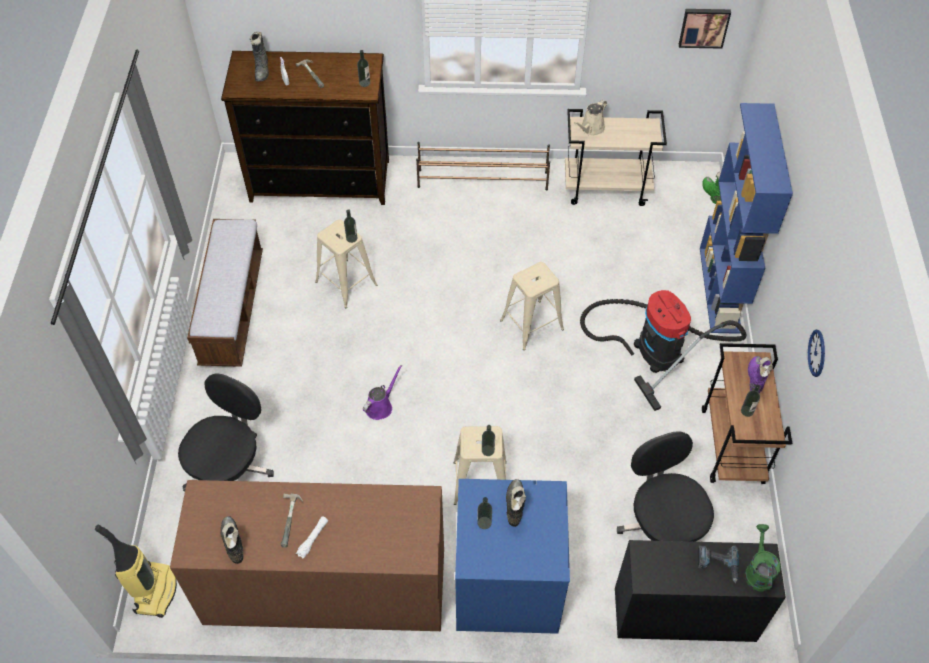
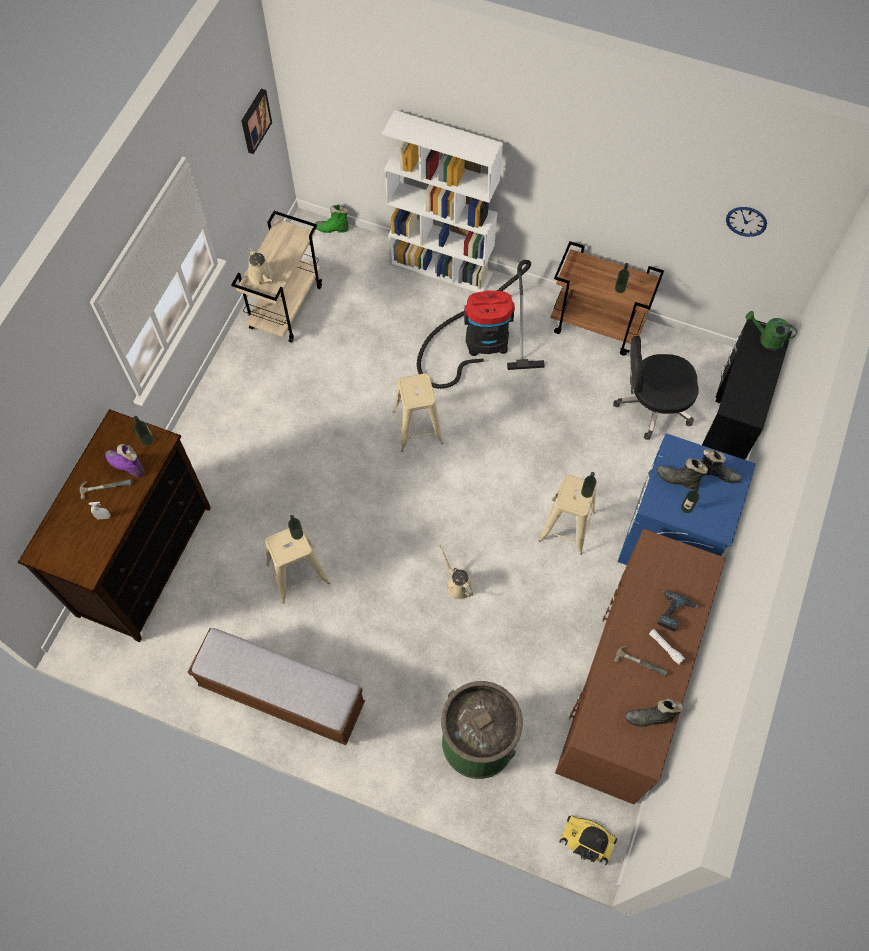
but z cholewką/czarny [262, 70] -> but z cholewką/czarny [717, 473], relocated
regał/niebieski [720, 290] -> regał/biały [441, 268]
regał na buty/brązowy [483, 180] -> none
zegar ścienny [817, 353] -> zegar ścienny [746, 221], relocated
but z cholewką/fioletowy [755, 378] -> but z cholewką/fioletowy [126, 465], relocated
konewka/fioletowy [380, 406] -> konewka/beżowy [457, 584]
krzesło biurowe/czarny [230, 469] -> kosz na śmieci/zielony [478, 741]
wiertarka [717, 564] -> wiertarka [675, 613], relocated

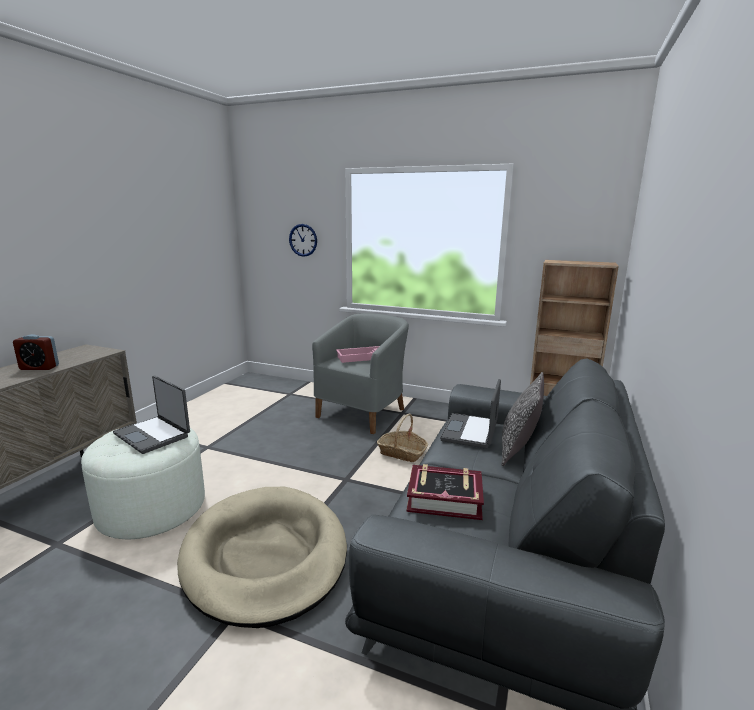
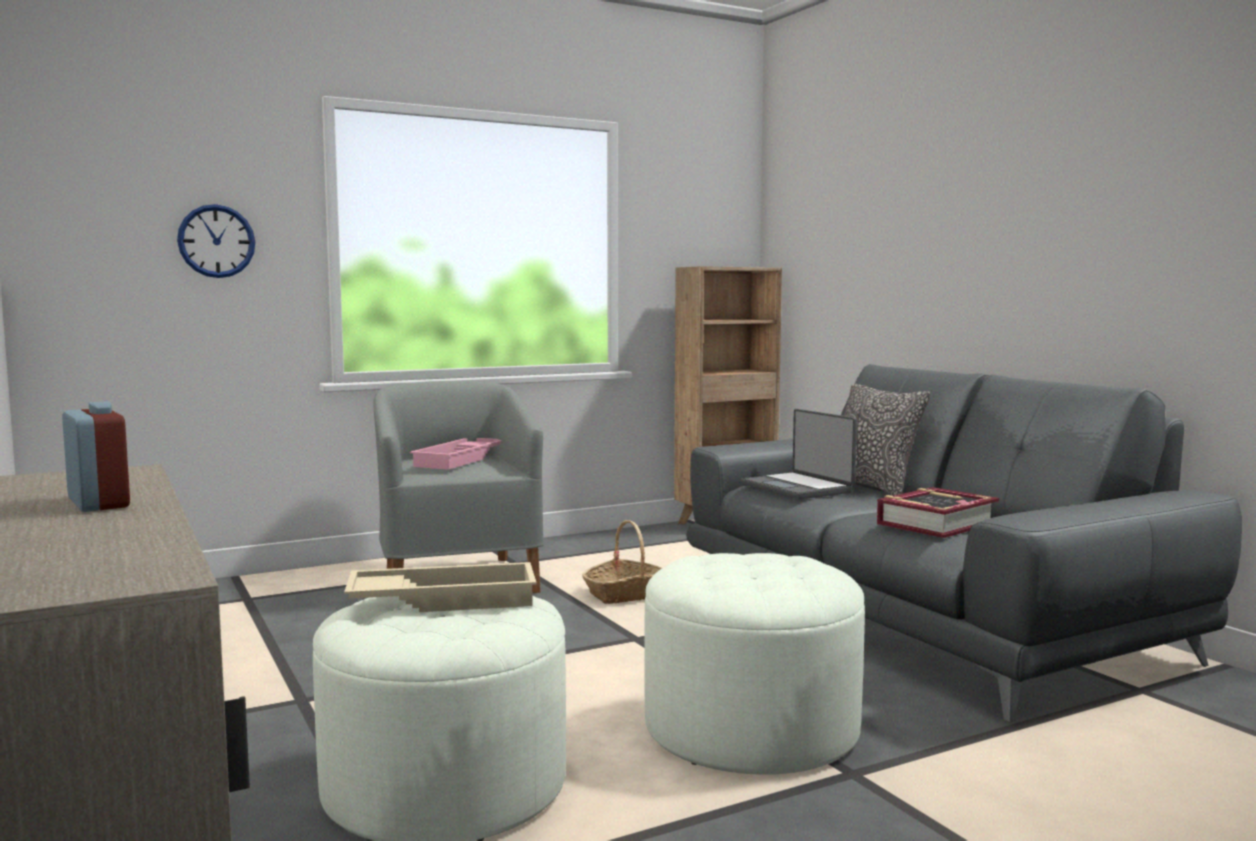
budzik [39, 367] -> budzik [98, 503], 75 degrees counterclockwise
laptop [153, 435] -> taca/beżowy [444, 599]
legowisko/beżowy [265, 556] -> pufa/biały [751, 728]

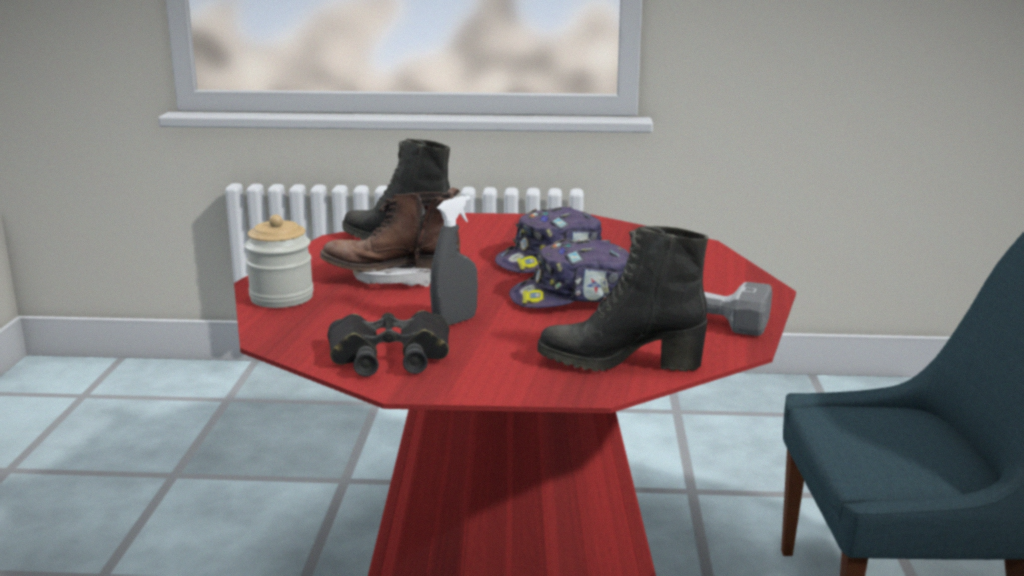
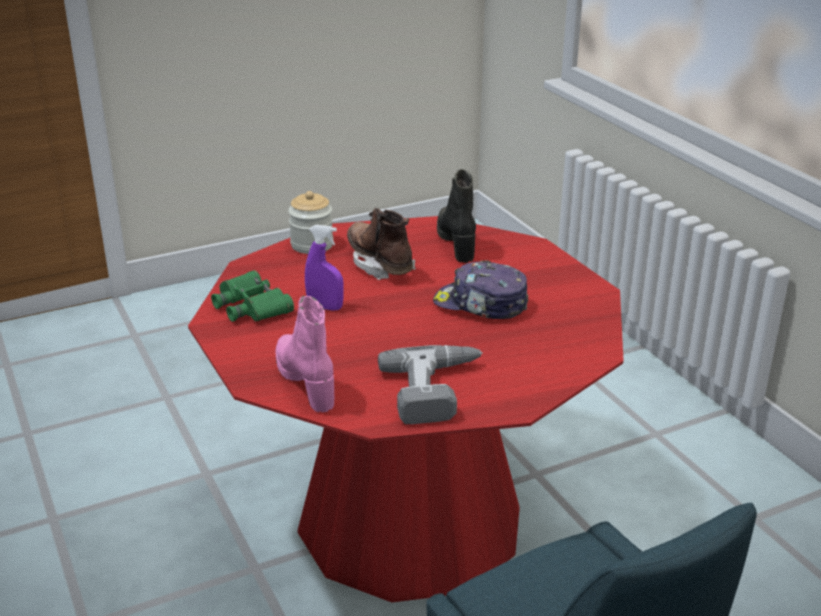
spryskiwacz/szary [455, 321] -> spryskiwacz/fioletowy [325, 307]
but z cholewką/czarny [620, 362] -> but z cholewką/różowy [307, 381]
czapka z daszkiem [573, 297] -> none
lornetka/czarny [390, 356] -> lornetka/zielony [251, 306]

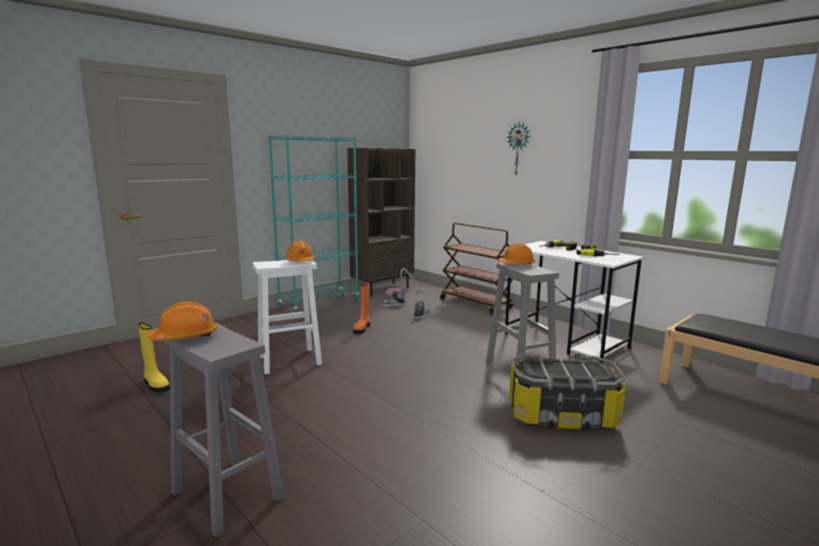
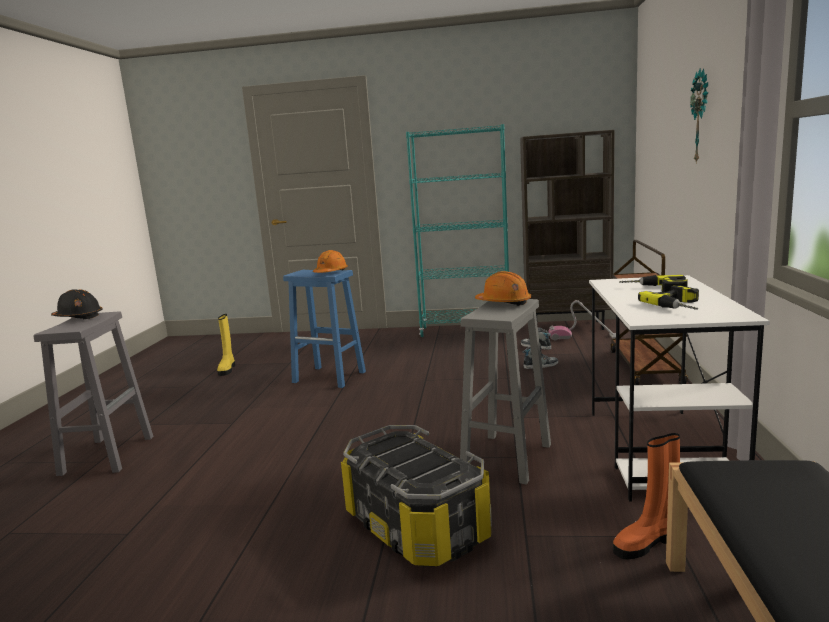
stołek/biały [290, 360] -> stołek/niebieski [330, 377]
but z cholewką/pomarańczowy [362, 328] -> but z cholewką/pomarańczowy [646, 543], relocated
kask/pomarańczowy [185, 337] -> kask/czarny [78, 317]

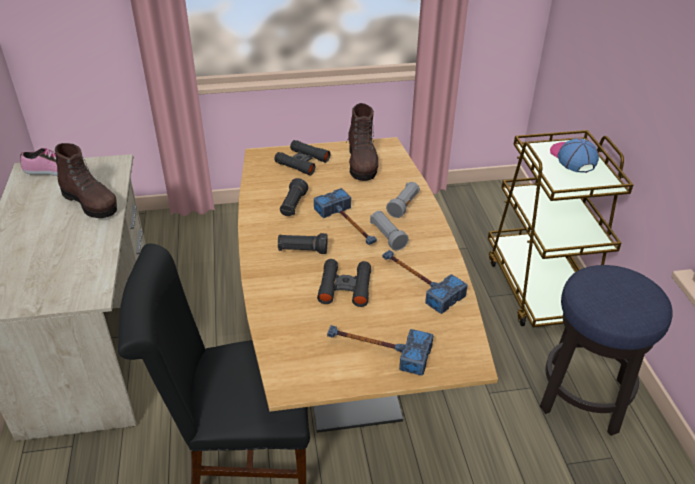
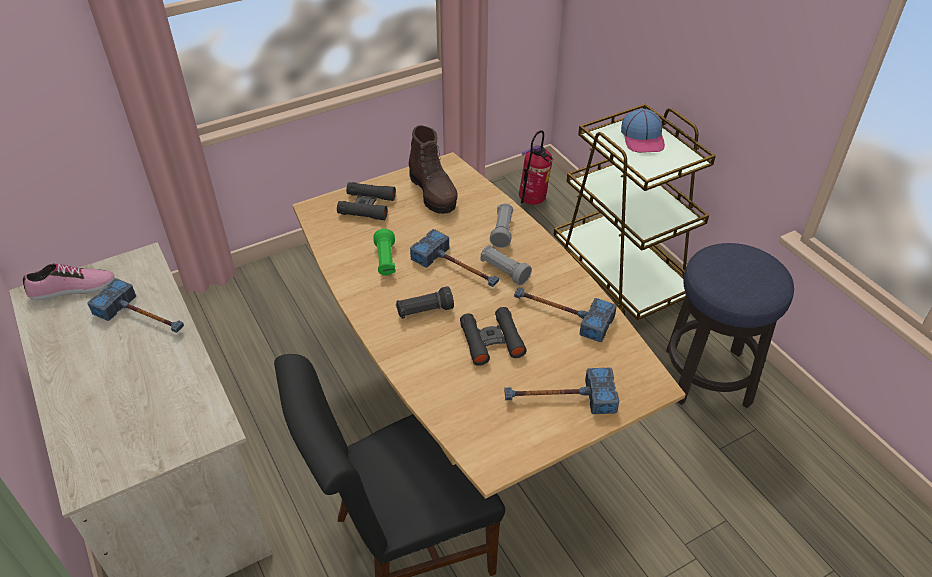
czapka z daszkiem [572, 158] -> czapka z daszkiem [642, 138], 150 degrees counterclockwise
but z cholewką/brązowy [91, 203] -> młotek [143, 317]
latarka/czarny [293, 205] -> latarka/zielony [385, 261]
none -> gaśnica [532, 201]

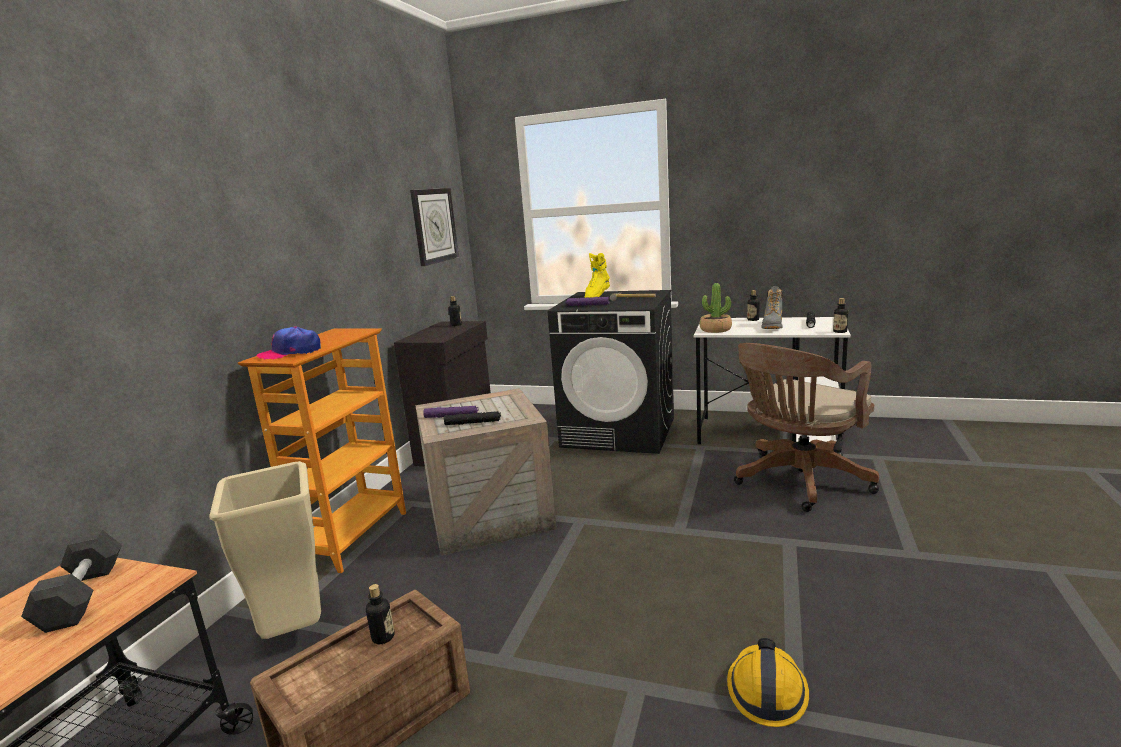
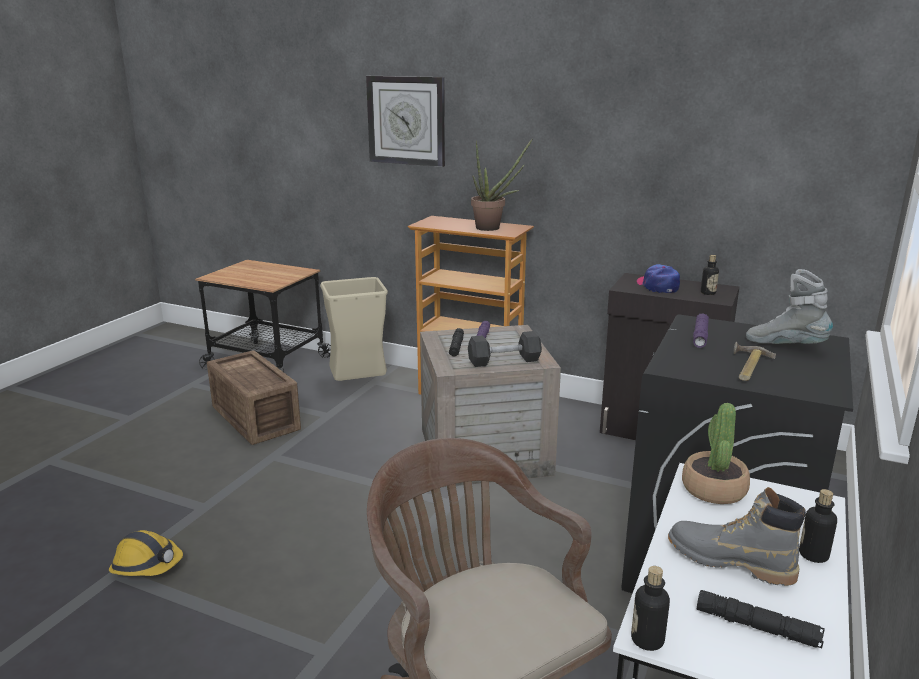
zegar ścienny [434, 226] -> zegar ścienny [406, 120], relocated
but z cholewką/żółty [596, 296] -> but z cholewką/szary [785, 346]
czapka z daszkiem [290, 353] -> czapka z daszkiem [658, 286], relocated
hantel/szary [82, 596] -> hantel/szary [504, 361], relocated
butelka [383, 637] -> none
none -> roślina doniczkowa [493, 228]

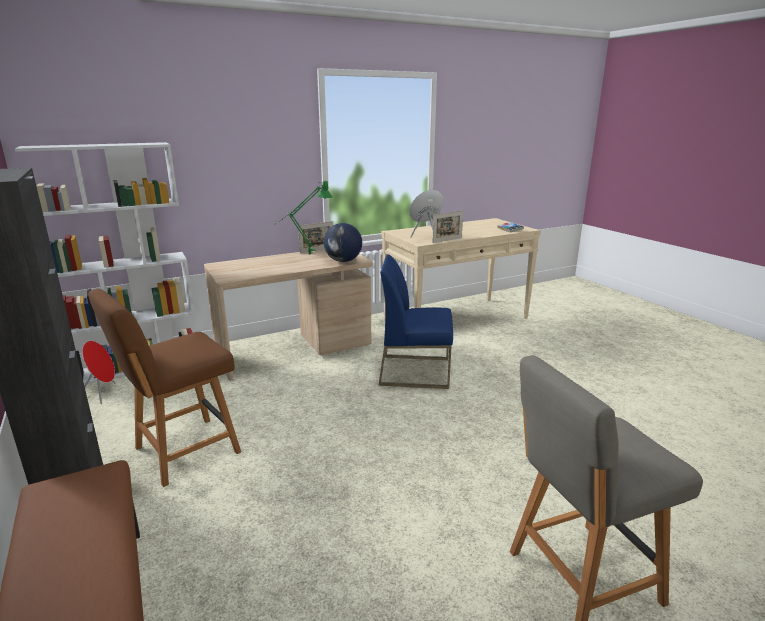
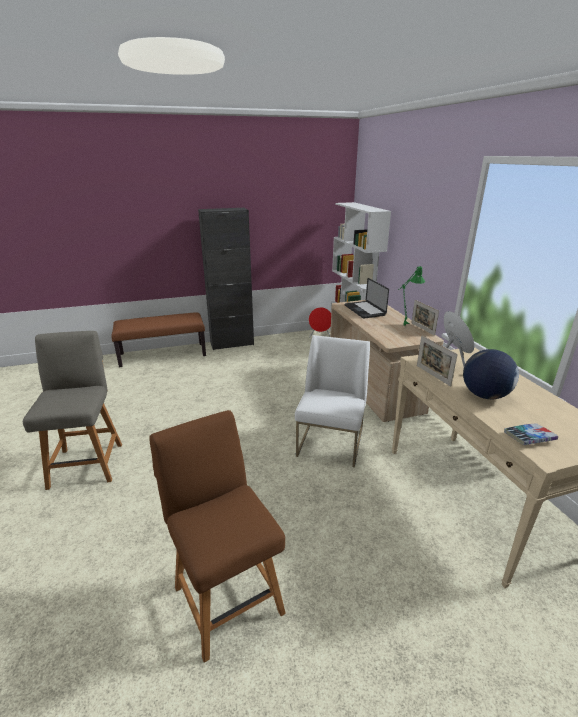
globus [343, 261] -> globus [484, 395], relocated
krzesło/niebieski [415, 371] -> krzesło/biały [331, 443]
krzesło/brązowy [183, 451] -> krzesło/brązowy [226, 596], relocated
none -> laptop [364, 310]

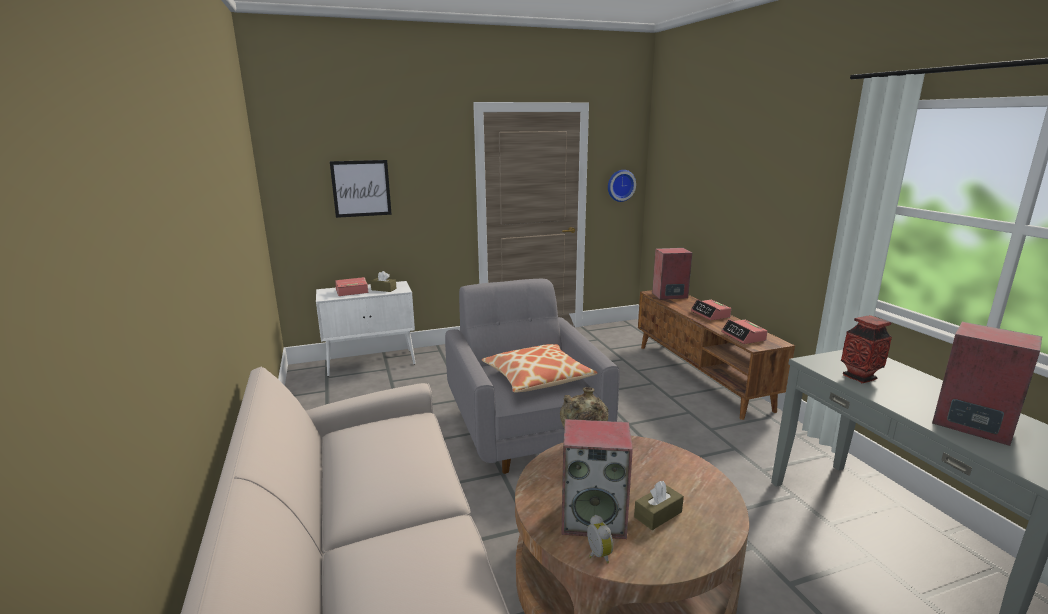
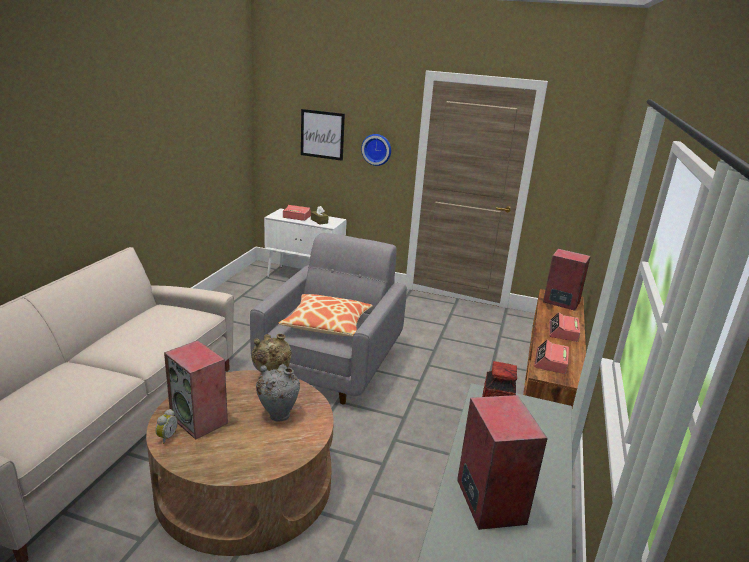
zegar ścienny [620, 185] -> zegar ścienny [377, 149], relocated
pudełko chusteczek/brązowy [658, 514] -> none
none -> wazon/szary [278, 415]

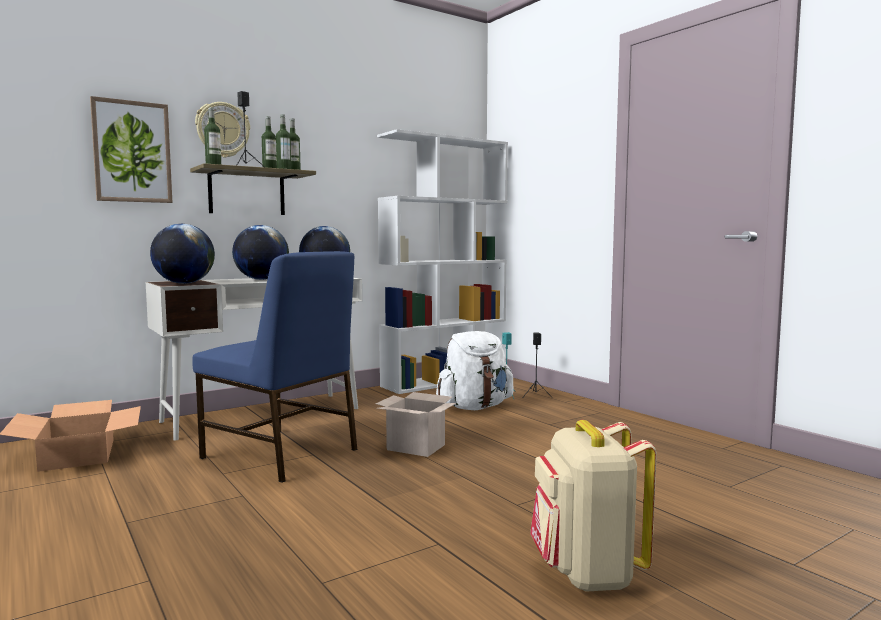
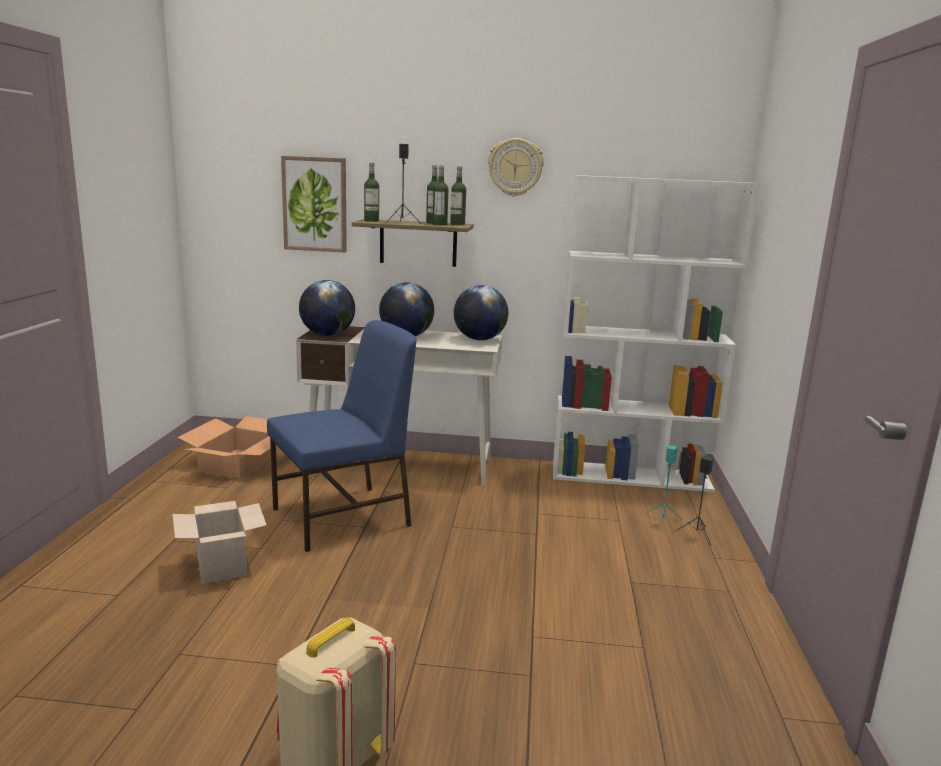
zegar ścienny [222, 130] -> zegar ścienny [515, 167], relocated
krzesło/niebieski [281, 454] -> krzesło/niebieski [344, 517], 105 degrees counterclockwise
plecak/biały [474, 407] -> none
karton [417, 447] -> karton [223, 567], relocated

